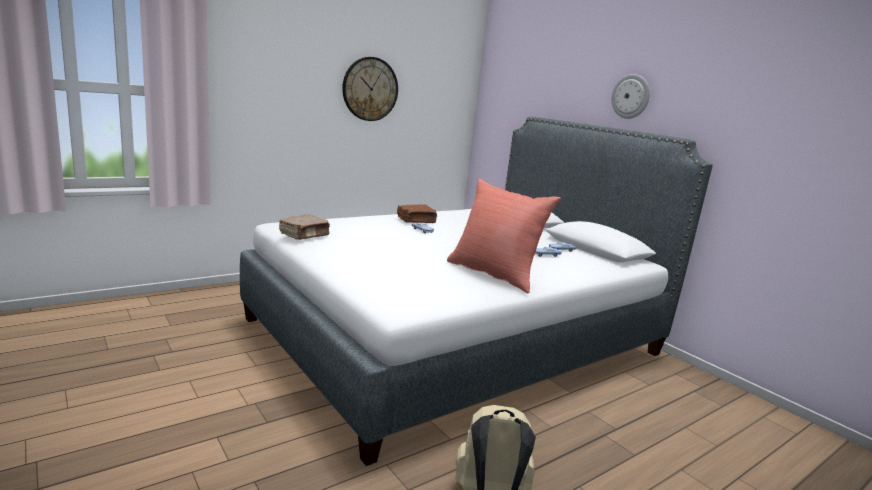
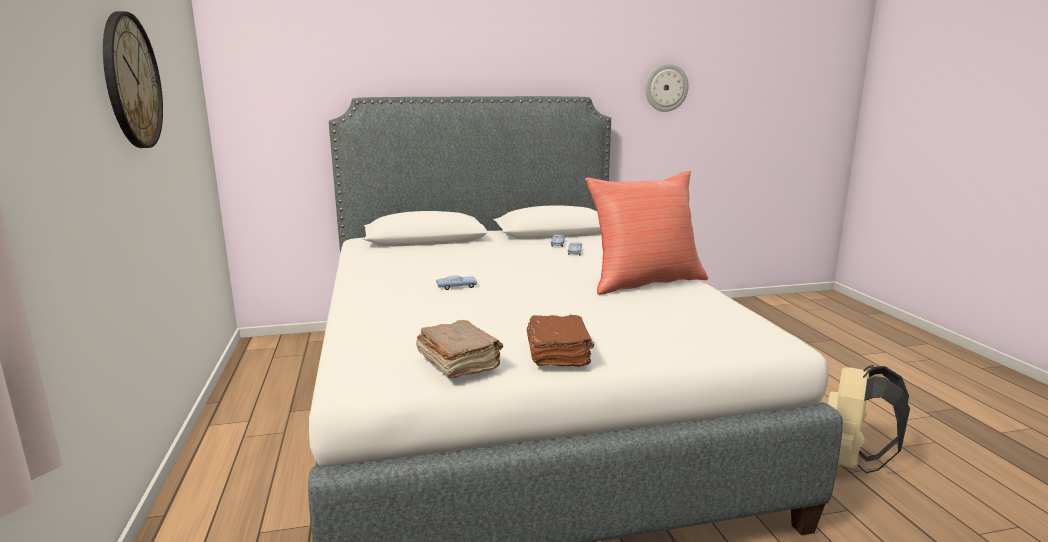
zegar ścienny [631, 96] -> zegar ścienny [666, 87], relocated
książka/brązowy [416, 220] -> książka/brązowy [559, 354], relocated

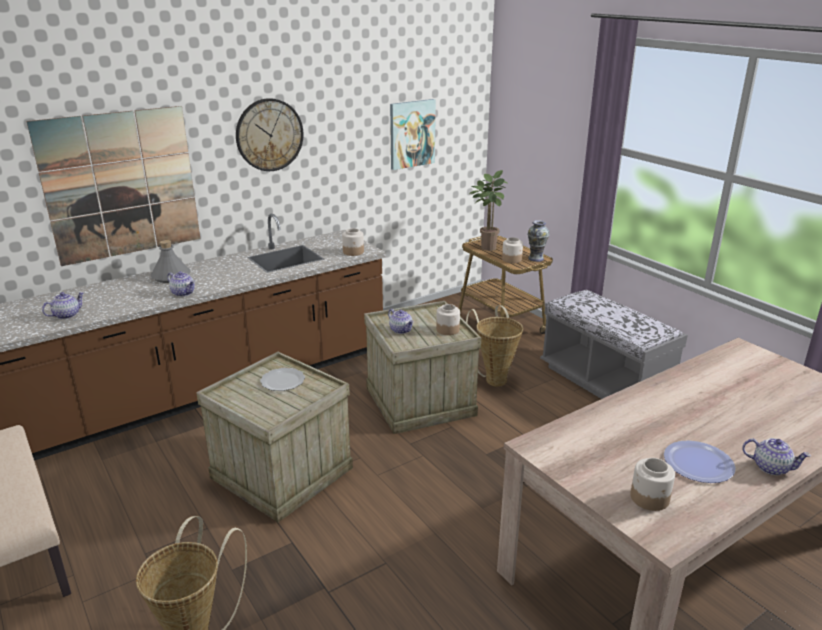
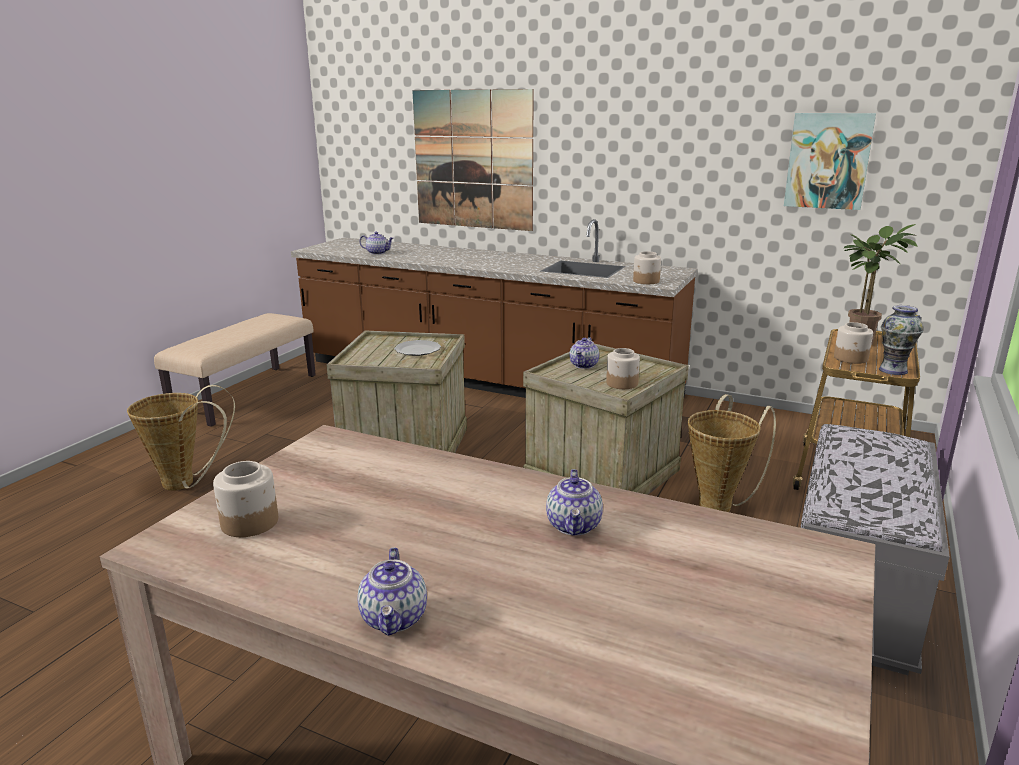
zegar ścienny [269, 135] -> none
butelka/szary [171, 277] -> none
imbryk [183, 293] -> imbryk [574, 526], relocated
talerz [698, 463] -> none

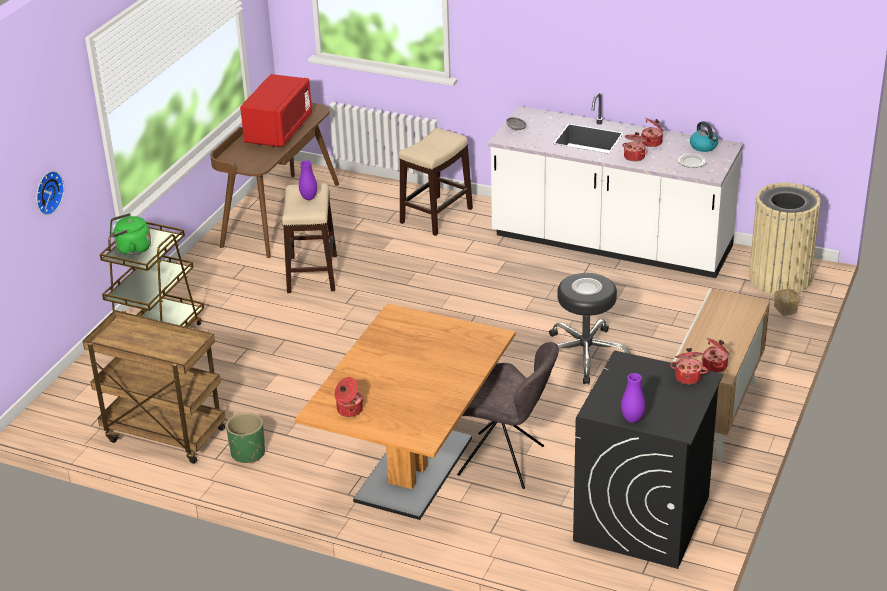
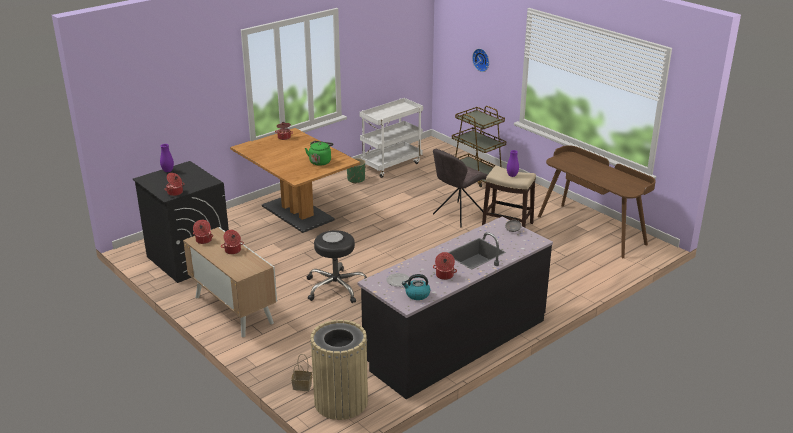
mikrofalówka/czerwony [279, 131] -> none
zabudowa kuchenna/biały [611, 243] -> zabudowa kuchenna/czarny [455, 342]
stołek [436, 215] -> none
garnek [634, 156] -> garnek [233, 251], relocated
czajnik/zielony [131, 249] -> czajnik/zielony [320, 161], relocated
wózek/brązowy [163, 435] -> wózek/biały [391, 165]
krzesło/szary [504, 461] -> krzesło/szary [457, 215], relocated

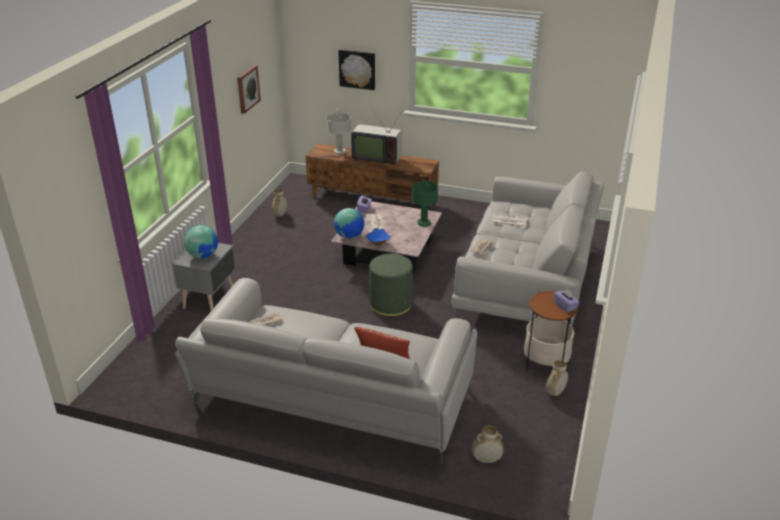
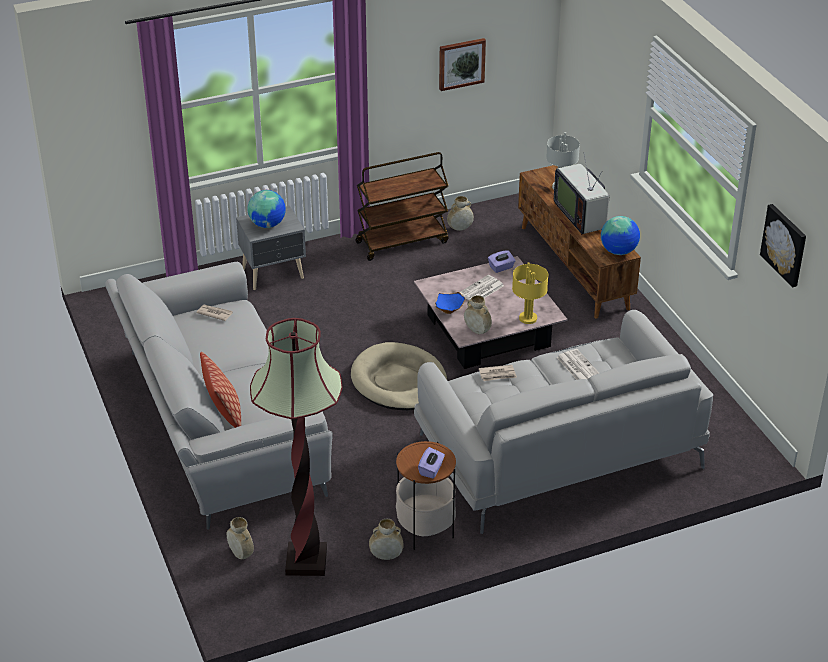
obraz [357, 69] -> obraz [785, 244], relocated
lampa stołowa/zielony [424, 222] -> lampa stołowa/żółty [528, 318]
globus [349, 236] -> globus [619, 251], relocated
pufa/zielony [391, 304] -> legowisko/beżowy [399, 381]
none -> wózek/brązowy [402, 242]
none -> wazon/beżowy [477, 331]
none -> lampa stojąca [306, 561]

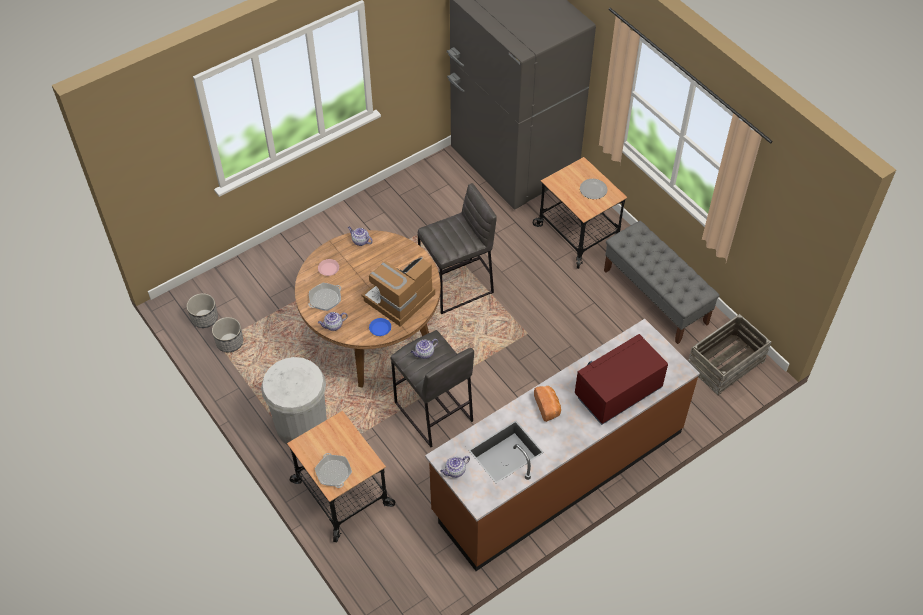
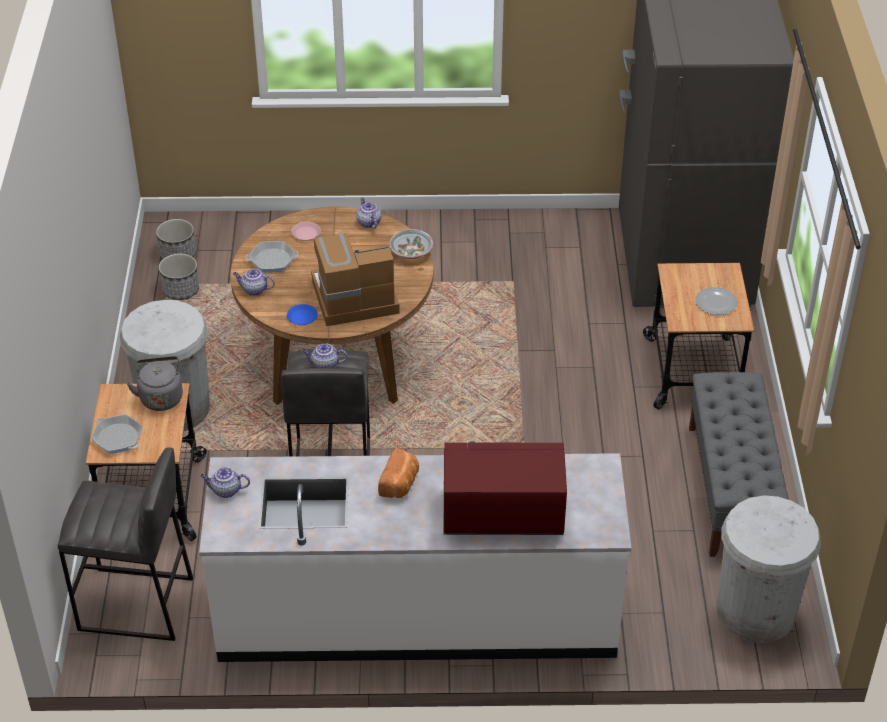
stołek/szary [457, 287] -> stołek/szary [137, 605], relocated
skrzynka [725, 363] -> kosz na śmieci/biały [756, 611]
zabudowa kuchenna/brązowy [558, 471] -> zabudowa kuchenna/biały [417, 613]
patelnia [333, 473] -> patelnia [118, 438], 60 degrees counterclockwise
none -> miska [411, 253]
none -> czajnik/szary [161, 397]

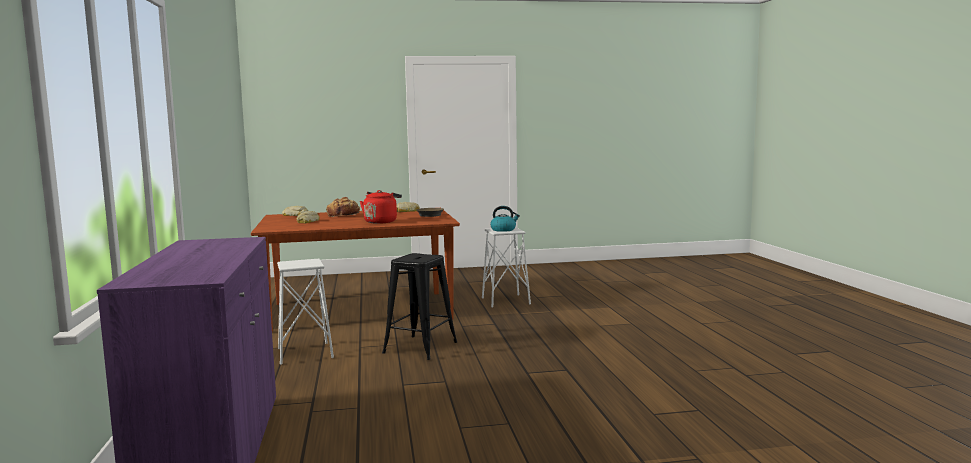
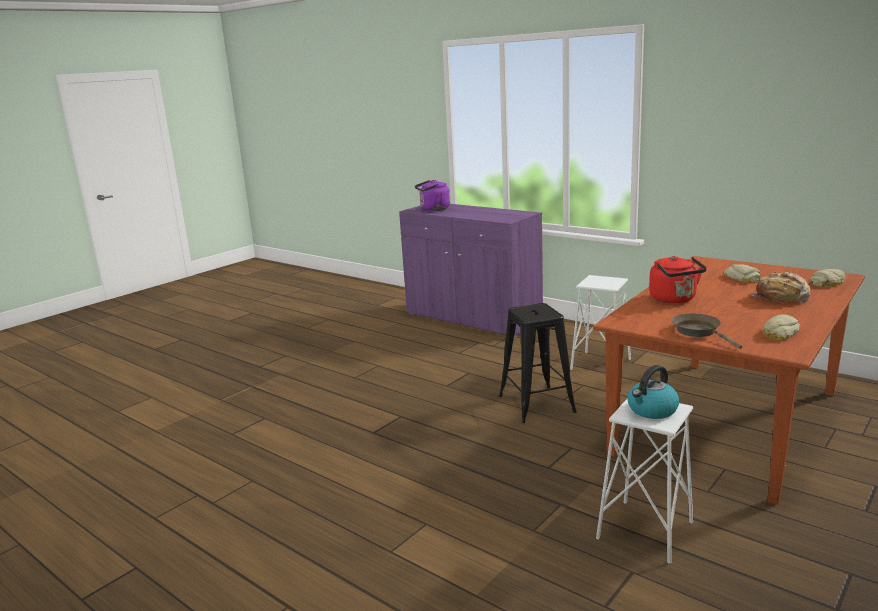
none -> czajnik/fioletowy [433, 209]

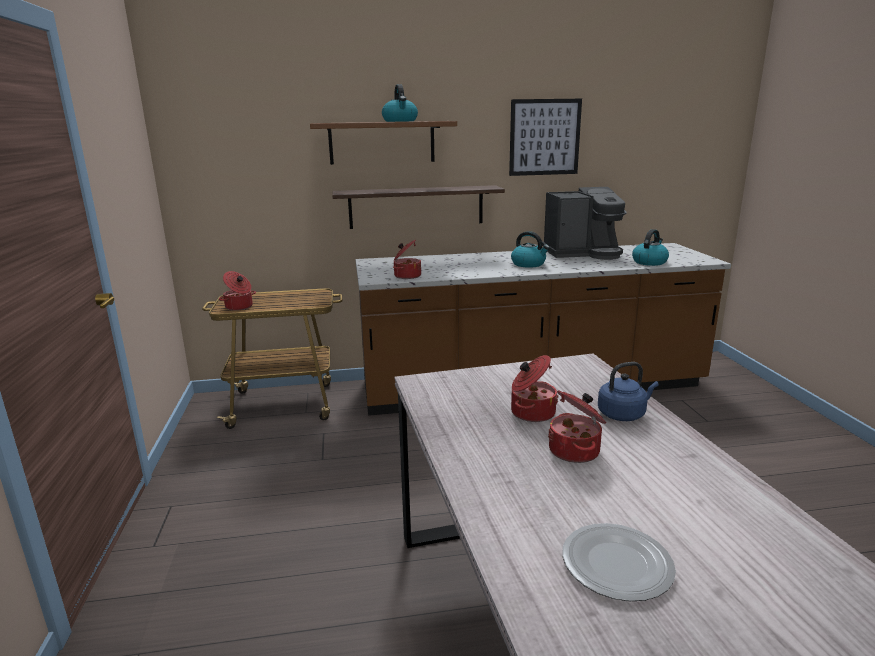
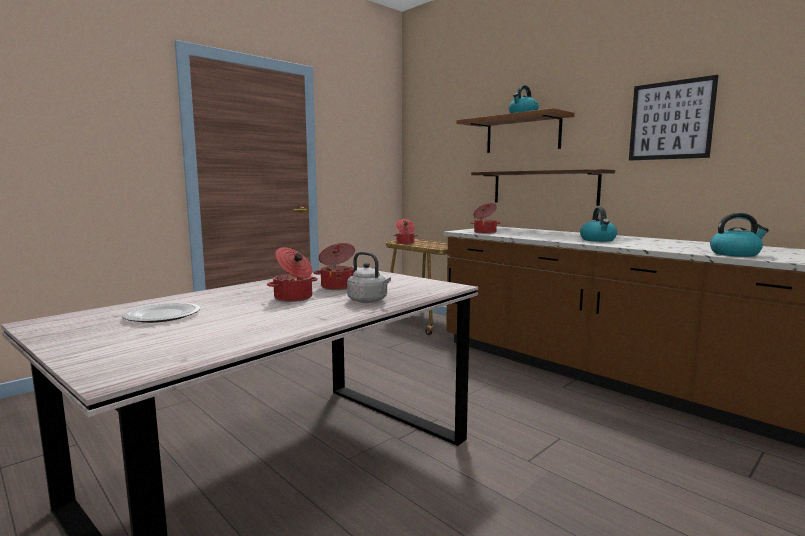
ekspres do kawy [583, 253] -> none
czajnik/niebieski [623, 414] -> czajnik/szary [369, 301]

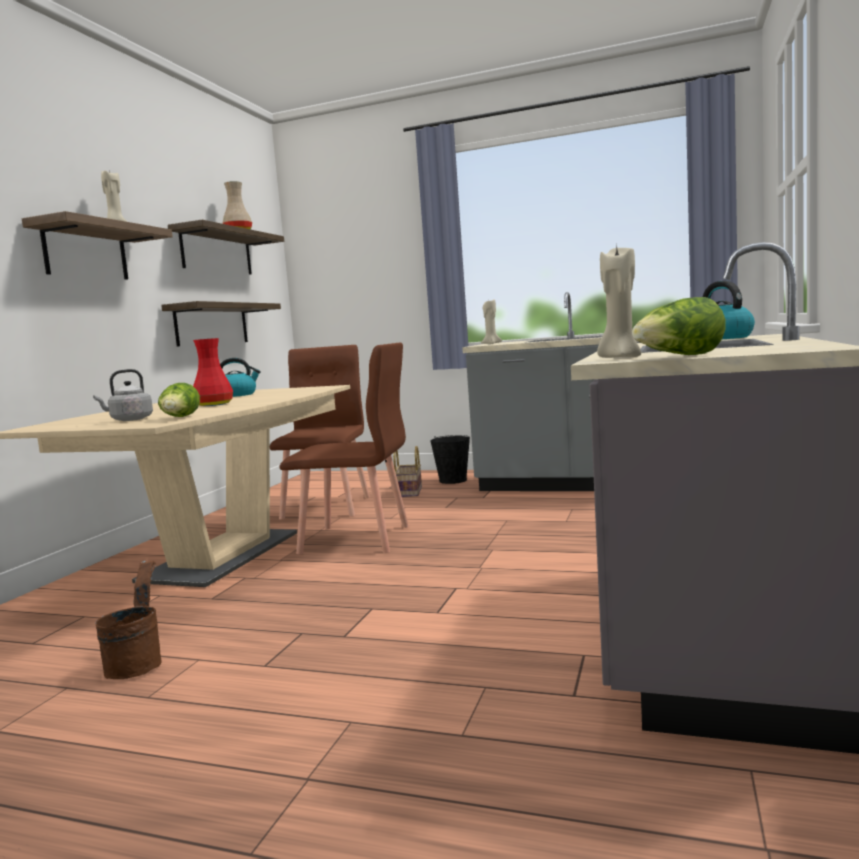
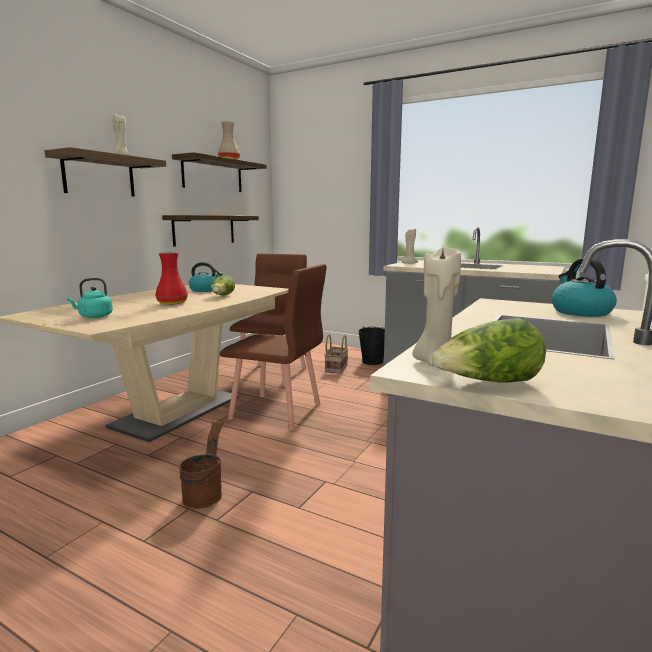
czajnik/szary [129, 420] -> czajnik/turkusowy [94, 316]
sałata [180, 418] -> sałata [222, 296], relocated
wiadro/brązowy [137, 663] -> wiadro/brązowy [205, 494], relocated

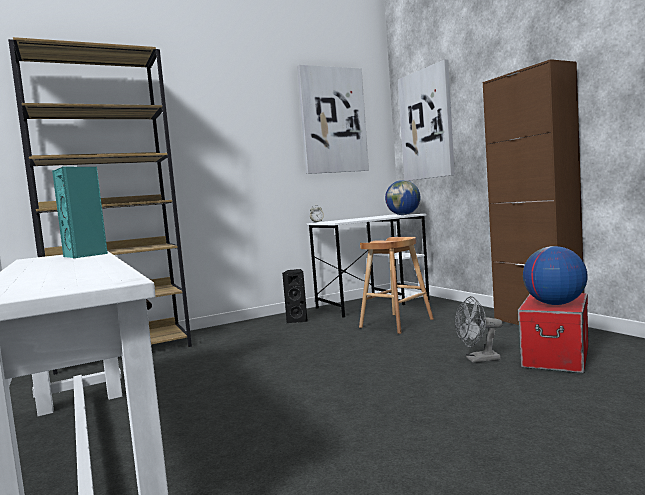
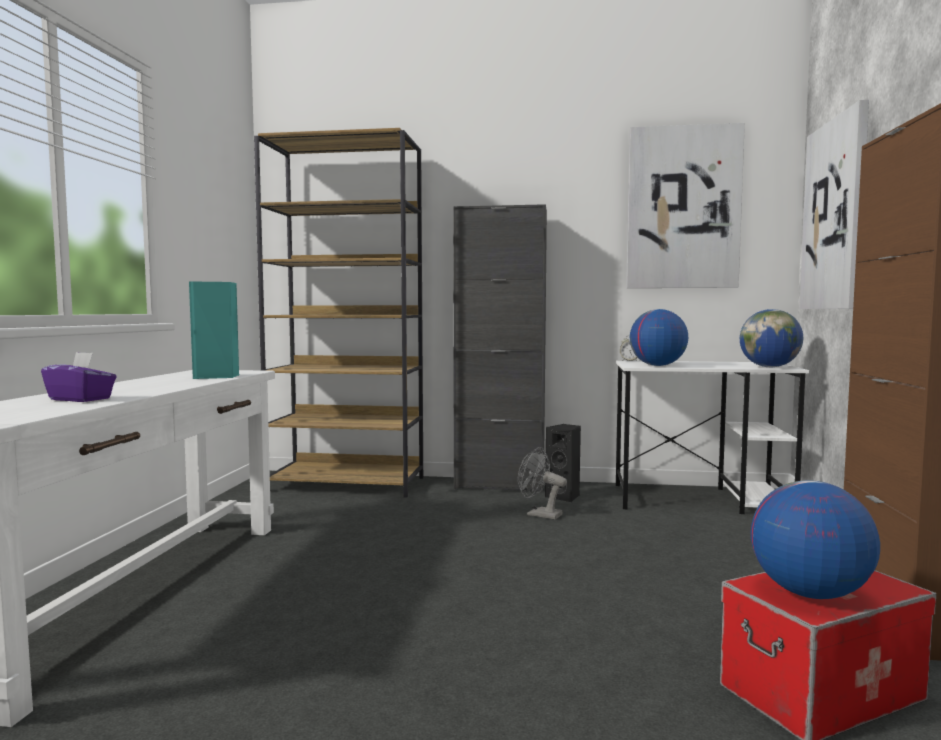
stołek/brązowy [396, 323] -> none
wentylator/szary [478, 359] -> wentylator/szary [539, 514], relocated
none -> szafka/czarny [499, 485]
none -> globus [657, 365]
none -> pudełko chusteczek/fioletowy [81, 399]

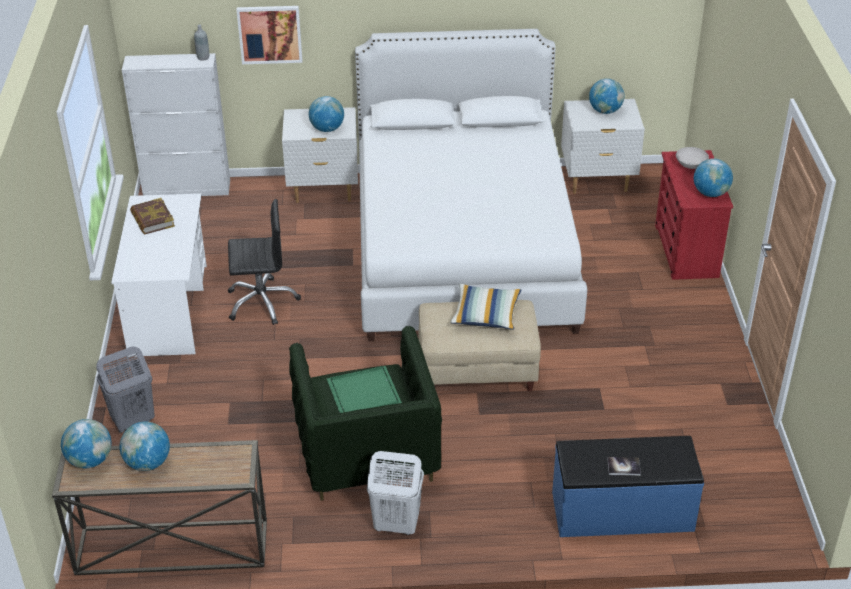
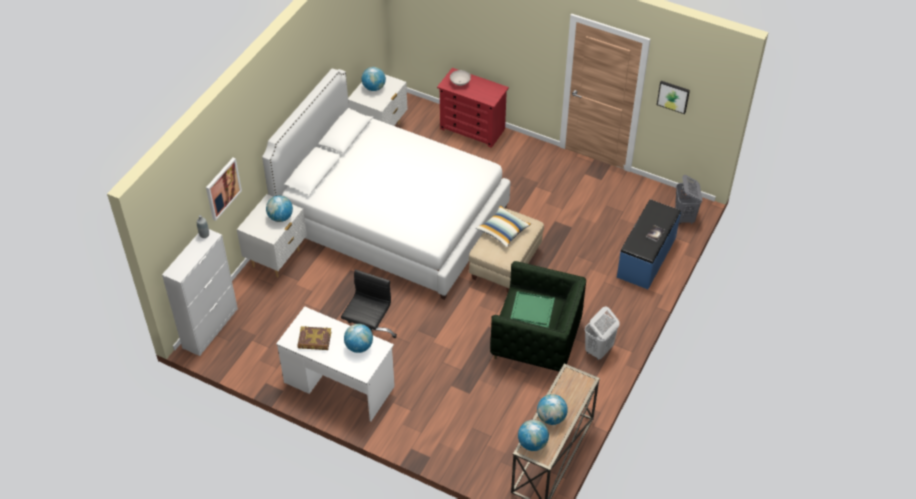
globus [710, 193] -> globus [359, 346], relocated
kosz na pranie/szary [132, 421] -> kosz na pranie/szary [684, 217], relocated
none -> obraz [673, 96]

